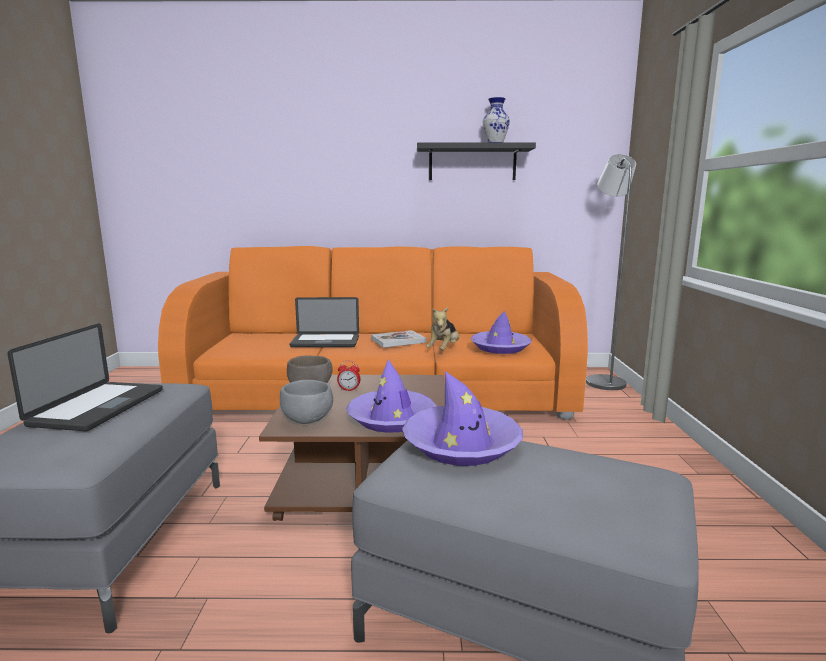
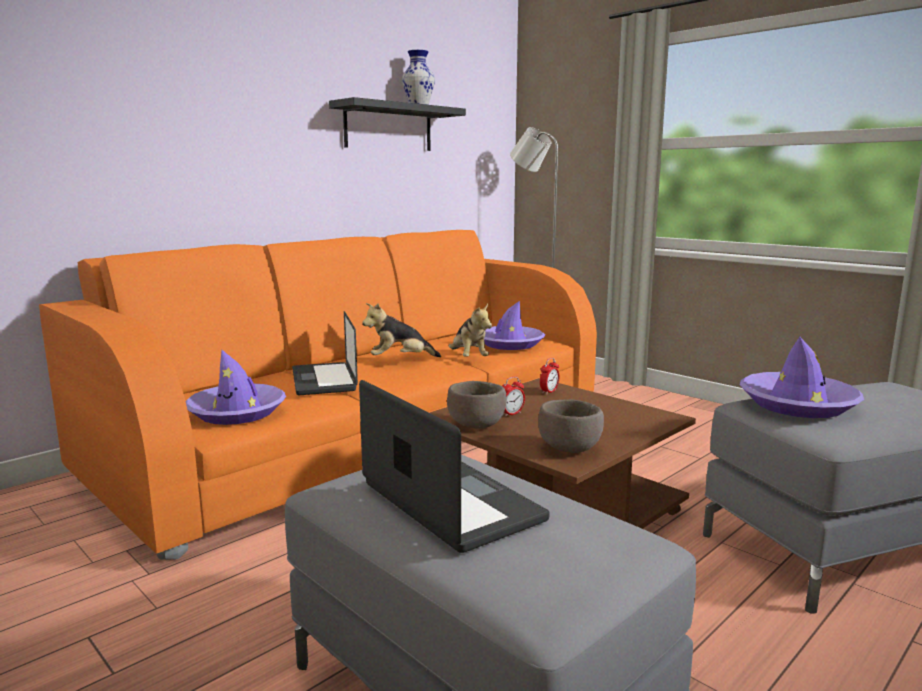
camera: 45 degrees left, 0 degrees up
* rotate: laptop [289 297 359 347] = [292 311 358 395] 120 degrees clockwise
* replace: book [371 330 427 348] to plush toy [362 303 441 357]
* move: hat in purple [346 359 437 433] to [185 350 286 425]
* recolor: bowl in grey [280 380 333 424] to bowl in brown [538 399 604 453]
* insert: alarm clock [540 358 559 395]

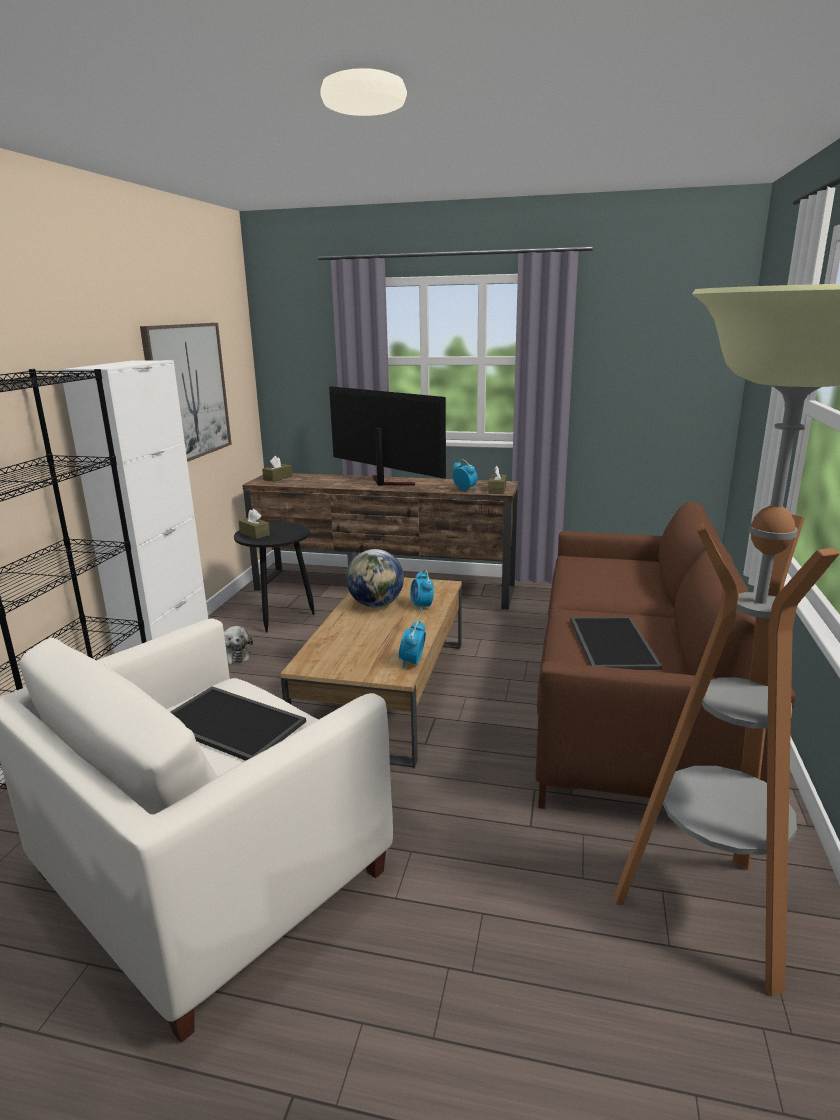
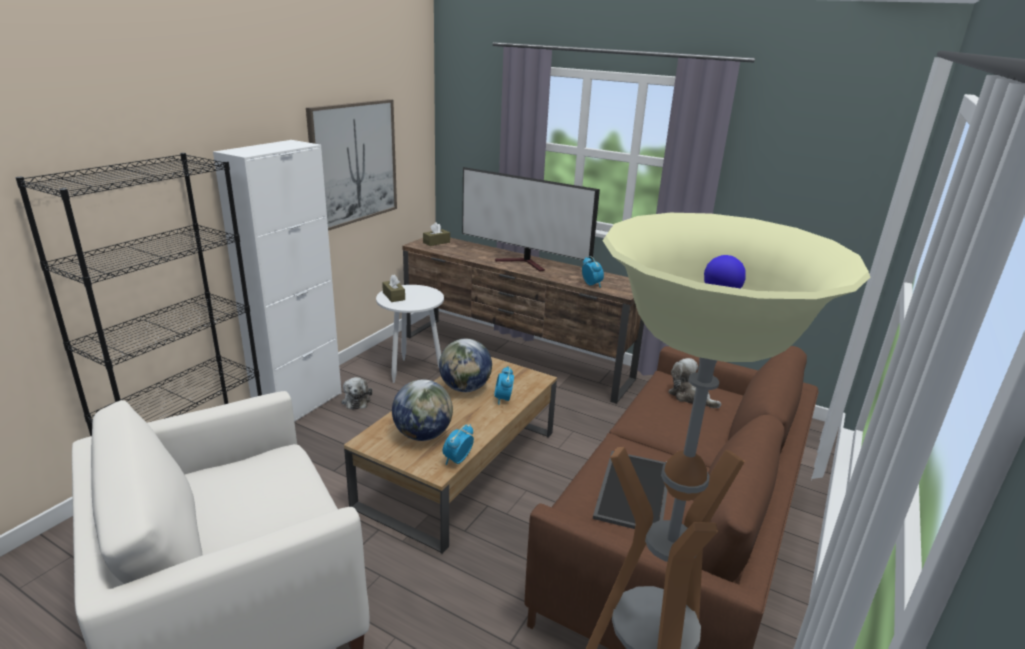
camera: 15 degrees right, 5 degrees up
* rotate: television [329 386 446 486] = [462 167 600 272] 150 degrees clockwise
* delete: tissue box in brown [488 466 507 494]
* recolor: side table in black [234 522 314 633] to side table in white [376 285 444 383]
* delete: tray [171 686 306 761]
* insert: plush toy [668 358 721 408]
* insert: globe [392 379 453 441]

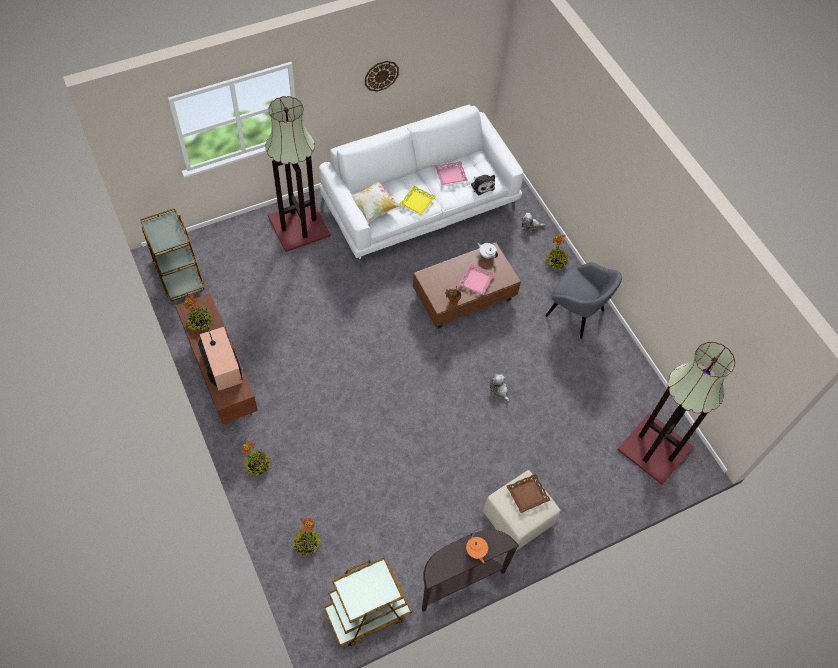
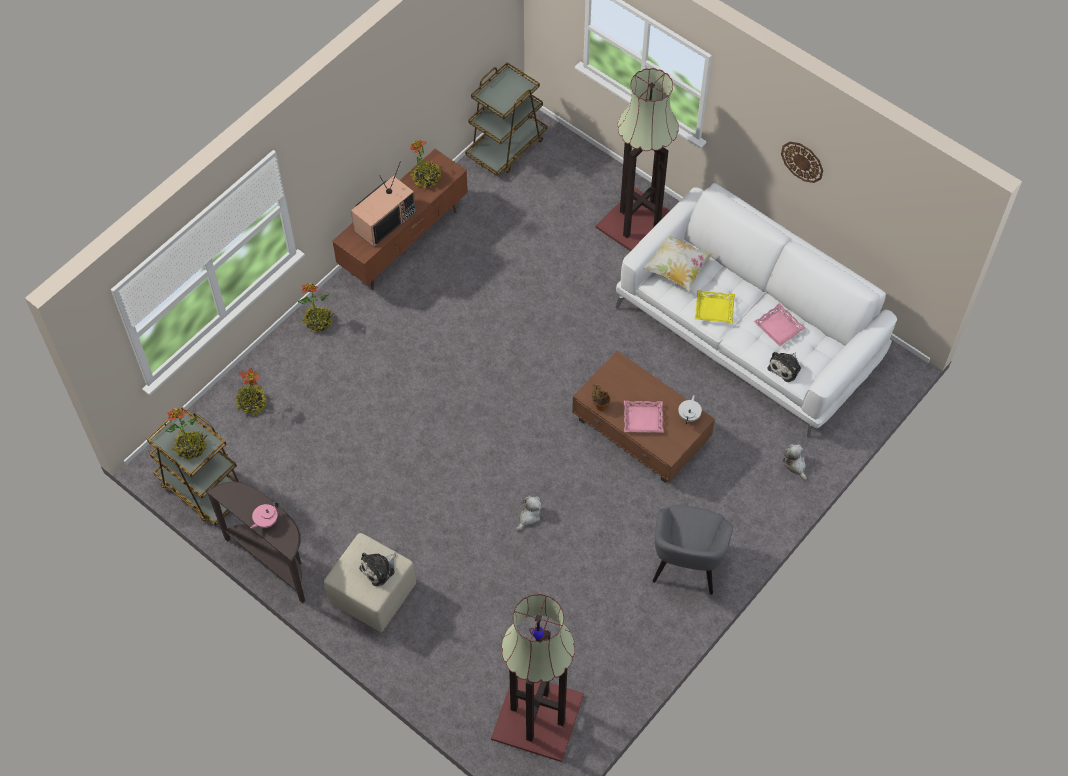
camera: 70 degrees right, 0 degrees up
* move: potted plant [545 234 569 269] to [165 408 207 461]
* replace: tray in brown [506 473 550 513] to plush toy [359 553 396 586]
* recolor: teapot in orange [466 533 488 563] to teapot in pink [250 502 278 528]

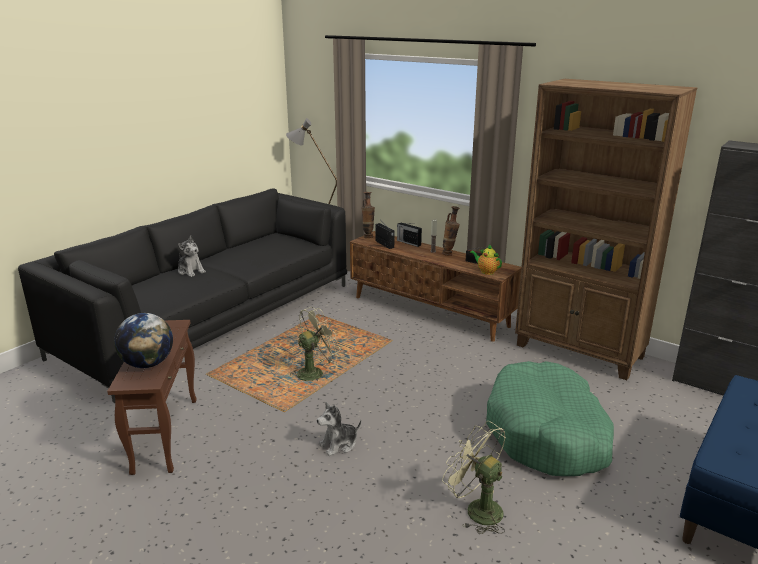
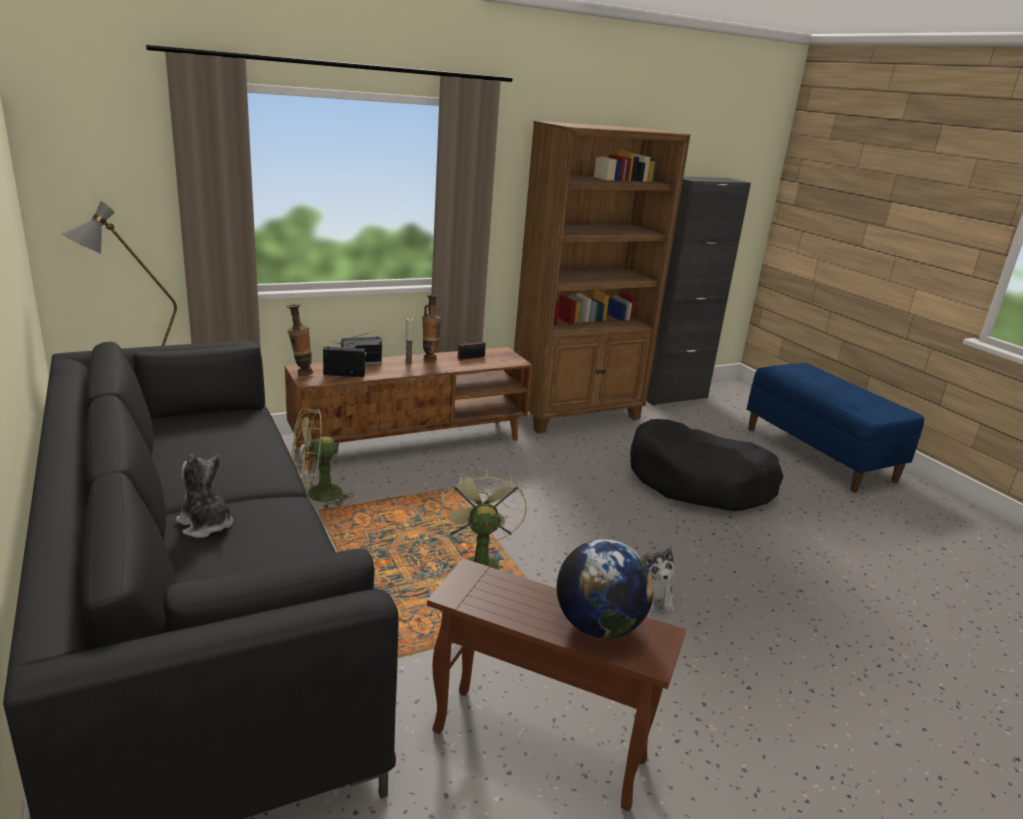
camera: 65 degrees left, 0 degrees up
* rotate: plush toy [178 236 206 277] = [176 454 233 538] 120 degrees counterclockwise
* delete: teapot [470 244 502 275]
* recolor: dog bed in green [486 361 614 476] to dog bed in black [630 419 783 511]
* move: fan in green [442 421 506 534] to [291 409 354 509]

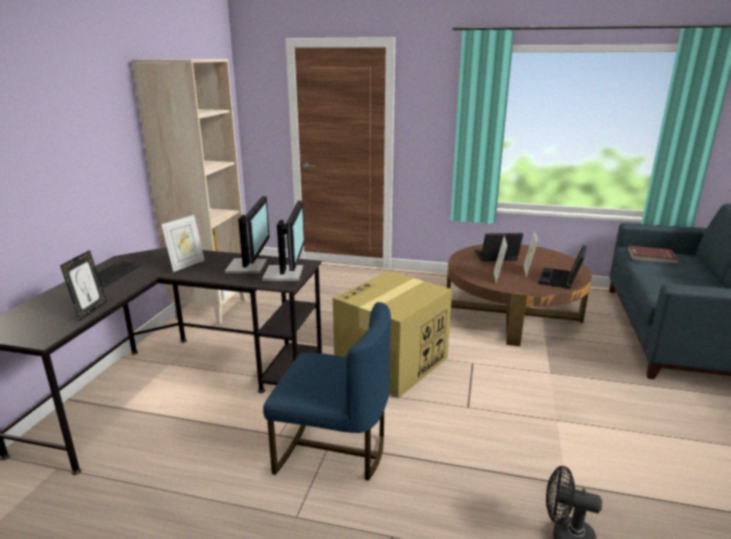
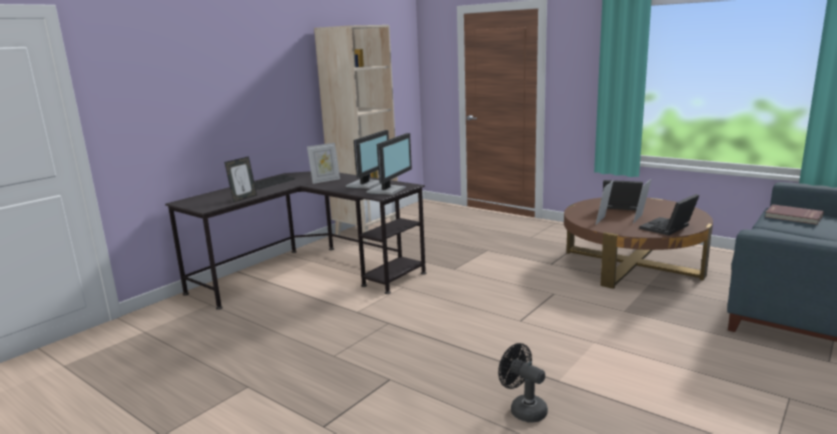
camera: 25 degrees right, 5 degrees down
* delete: cardboard box [333 271 452 398]
* delete: chair in blue [263 302 391 481]

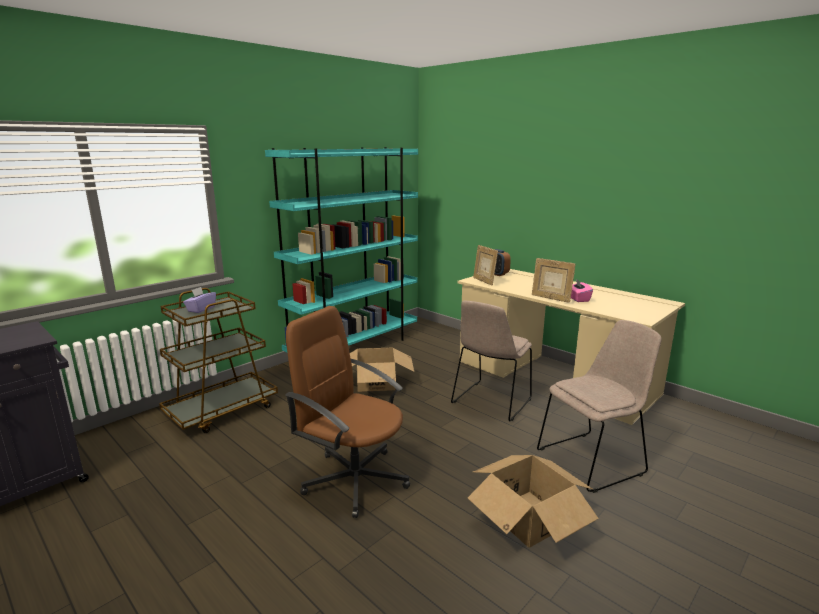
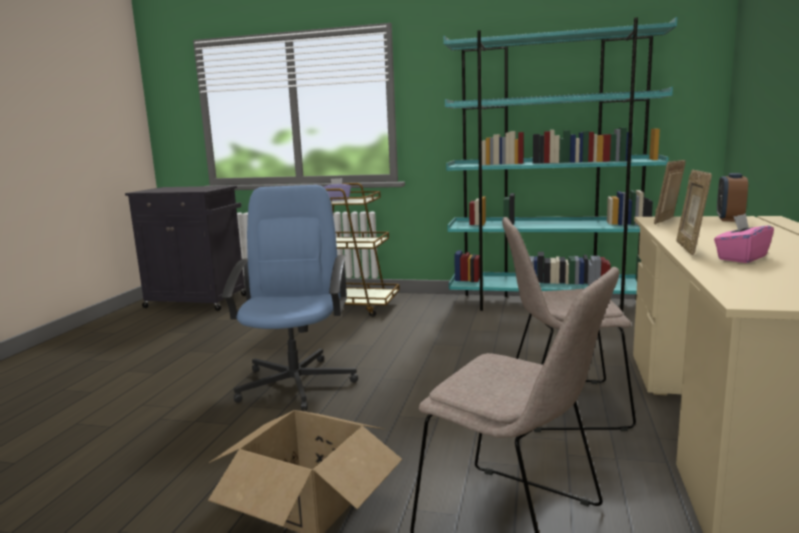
camera: 60 degrees right, 5 degrees down
* recolor: office chair in brown [285 306 410 518] to office chair in blue [222 185 358 411]
* delete: cardboard box [350 348 414 392]

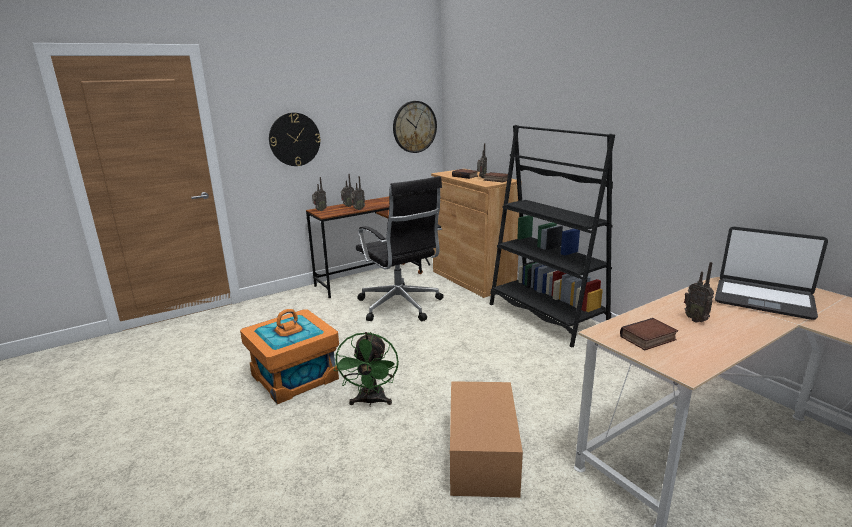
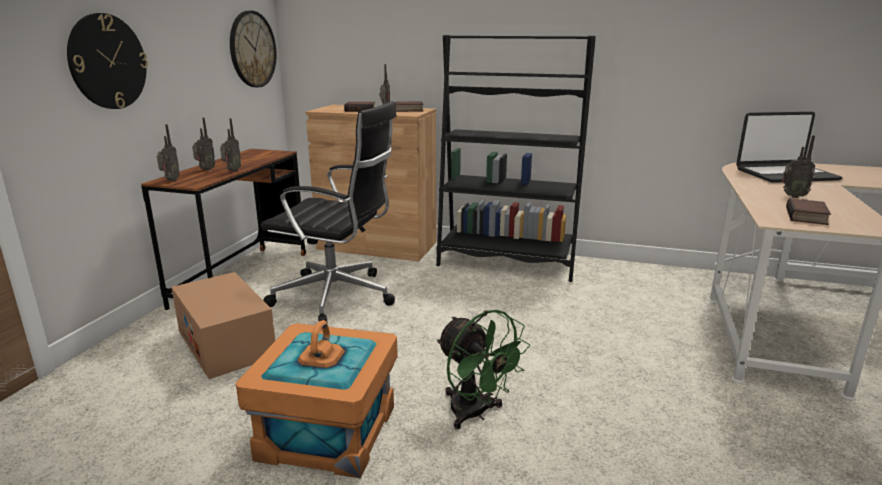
camera: 40 degrees left, 0 degrees up
* move: cardboard box [450 381 523 498] to [171 272 275 379]

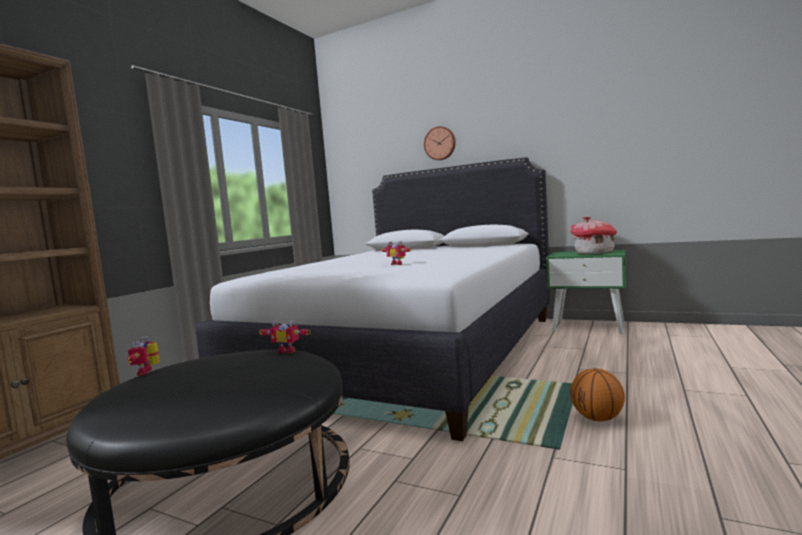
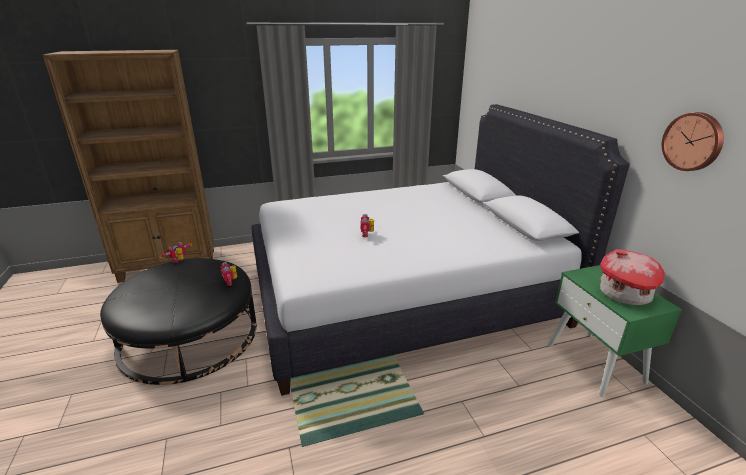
camera: 45 degrees right, 20 degrees up
* move: wall clock [424 126 456 160] to [662 112 724 171]
* delete: basketball [570 368 625 422]

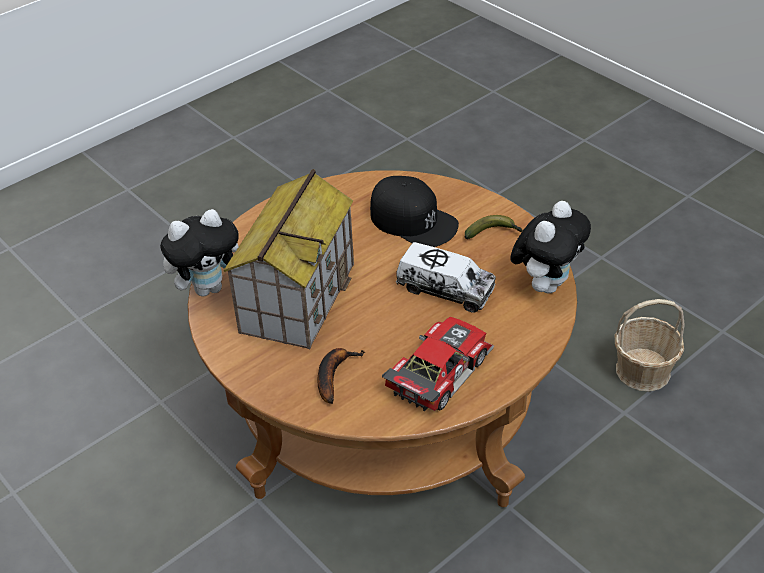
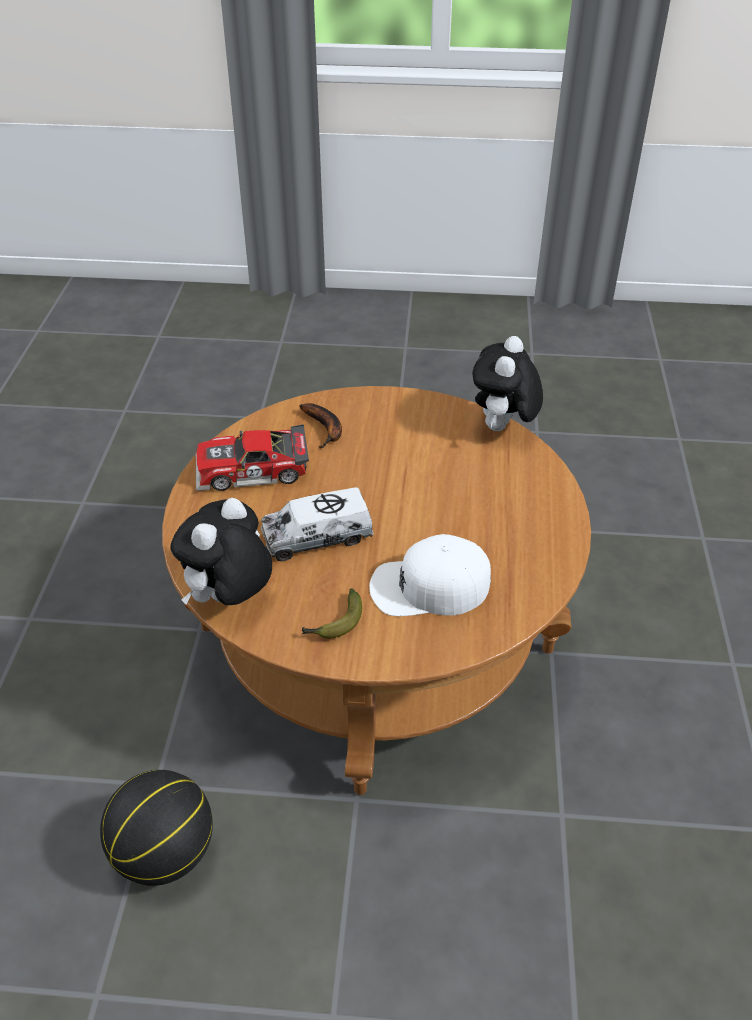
camera: 135 degrees right, 0 degrees up
* delete: toy house [224 169 354 349]
* recolor: cap in black [370 176 459 247] to cap in white [369 534 491 616]
* rotate: plush toy [510 201 591 293] = [170 498 272 605] 45 degrees clockwise
* replace: basket [615 299 685 391] to basketball [100 770 213 886]
* rotate: toy car [382 317 494 411] = [196 424 309 491] 90 degrees clockwise

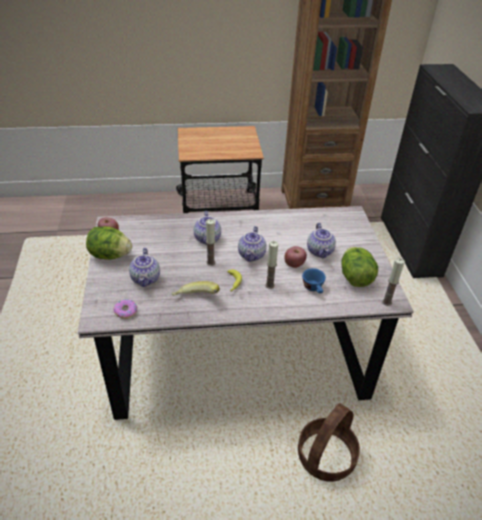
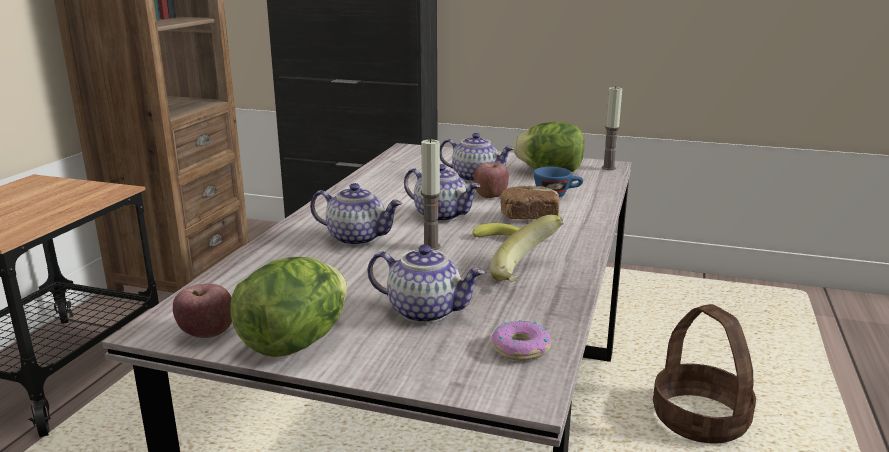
camera: 65 degrees left, 20 degrees down
* replace: candle [265 241 278 289] to bread [501 185 559 219]

